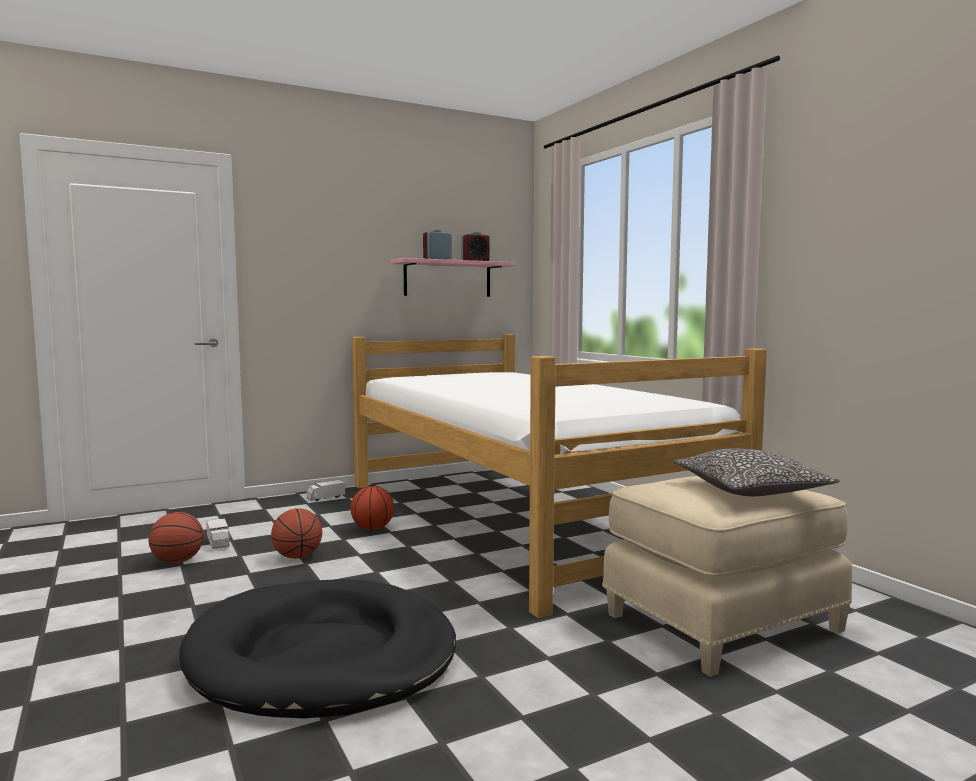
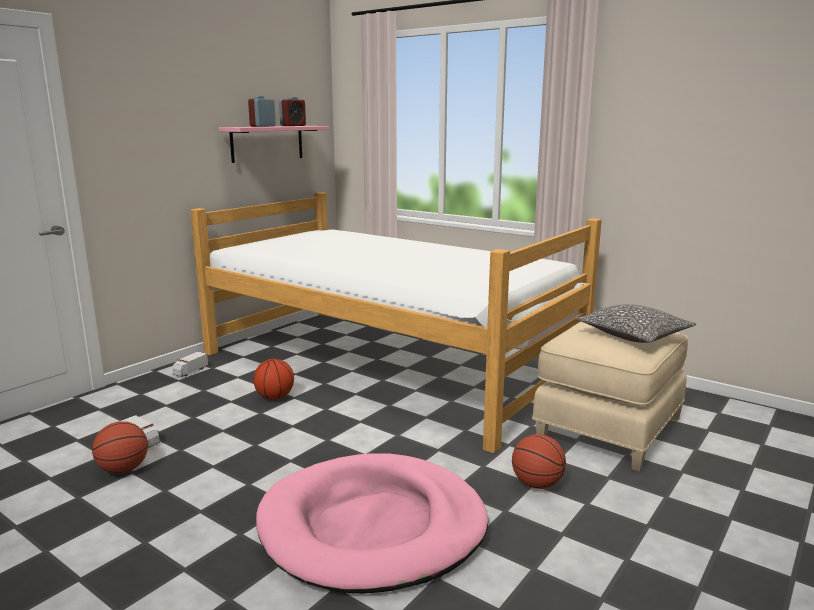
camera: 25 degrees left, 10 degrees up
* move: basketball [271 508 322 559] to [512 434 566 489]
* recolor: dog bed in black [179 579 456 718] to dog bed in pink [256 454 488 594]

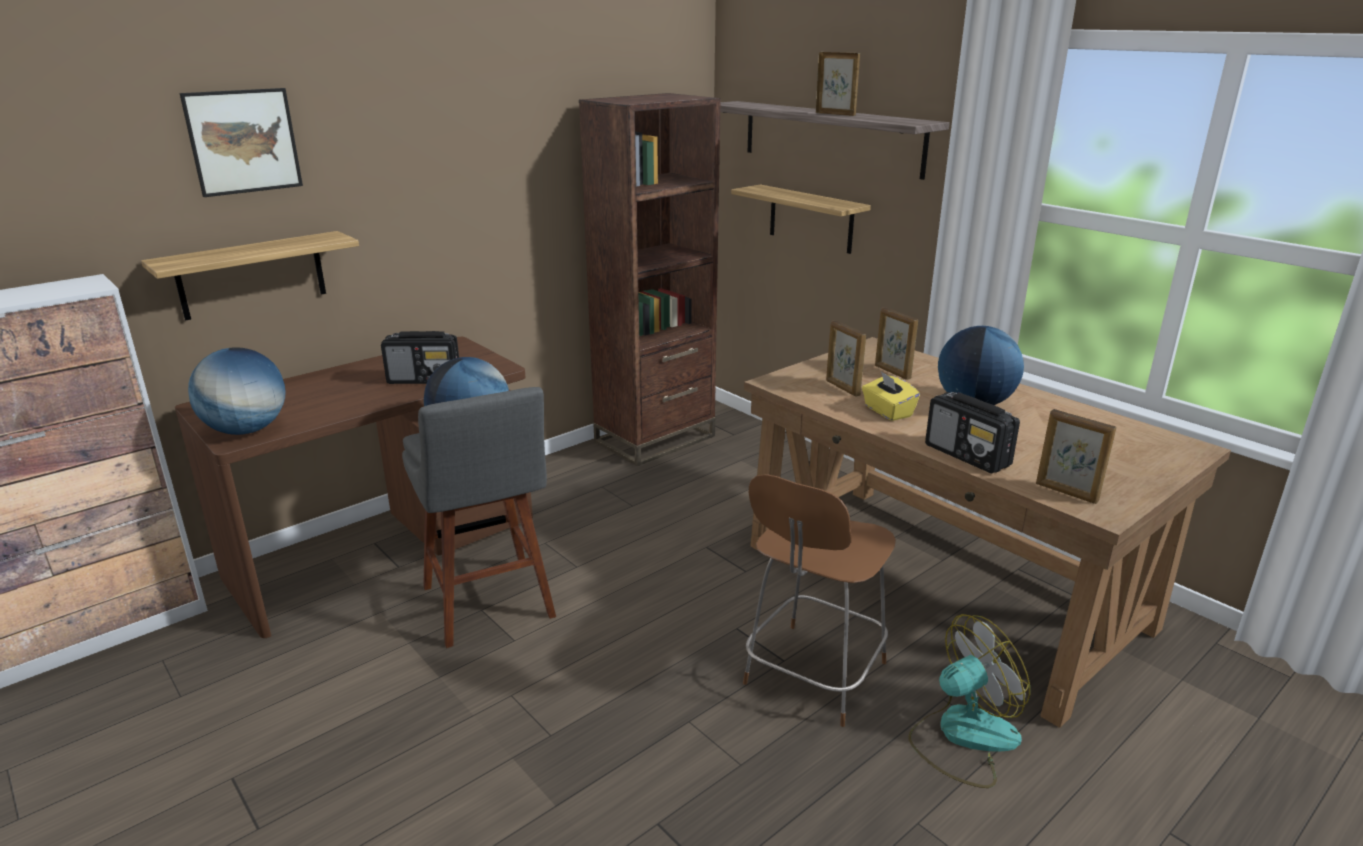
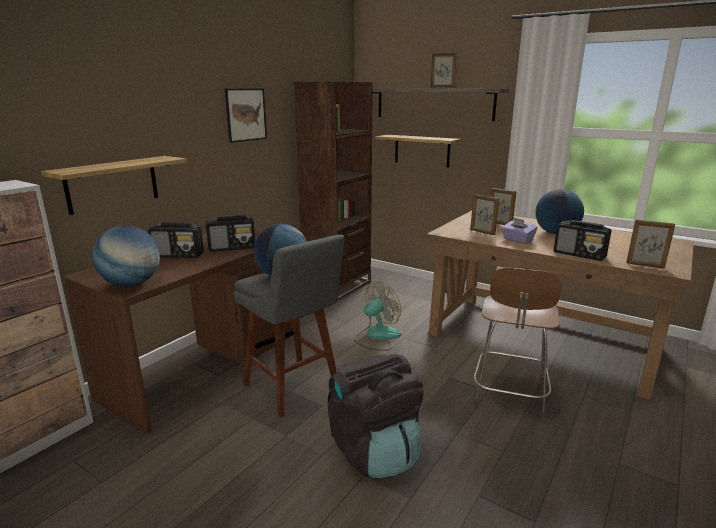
camera: 15 degrees left, 5 degrees down
* move: picture [179 88 303 197] to [225 89 267 143]
* recolor: tissue box in yellow [862 371 920 421] to tissue box in purple [502 217 537 244]
* move: fan [908 614 1030 788] to [354 281 401 351]
* insert: radio [148 222 204 258]
* insert: backpack in black [328 354 423 478]

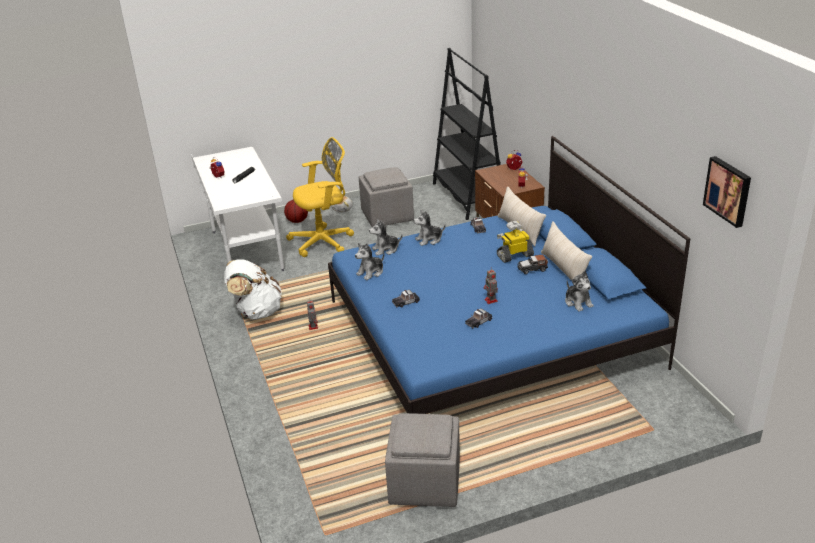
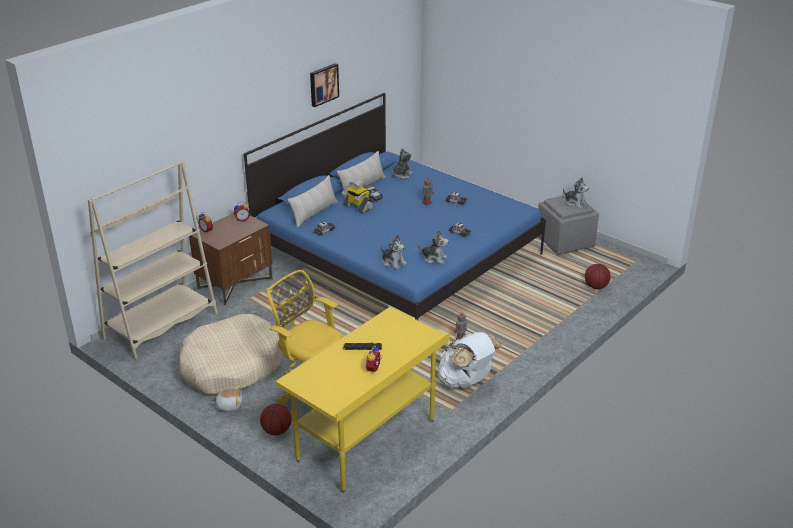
camera: 120 degrees left, 0 degrees up
* recolor: bookcase in black [433 48 501 220] to bookcase in beige [88 161 217 359]
* recolor: desk in white [191 147 284 271] to desk in yellow [275 307 450 493]
* move: picture [703 156 751 228] to [310 63 339 107]
* replace: ottoman in grey [359 167 414 228] to dog bed in beige [179 314 283 394]
* move: plush toy [413 210 446 246] to [563 177 589 209]
* insert: basketball [585 264 611 289]

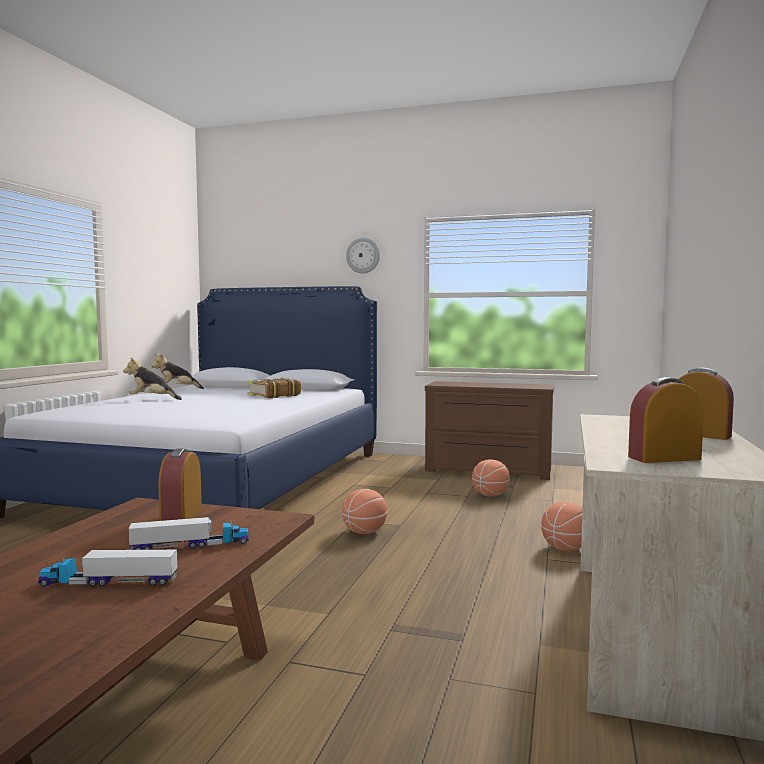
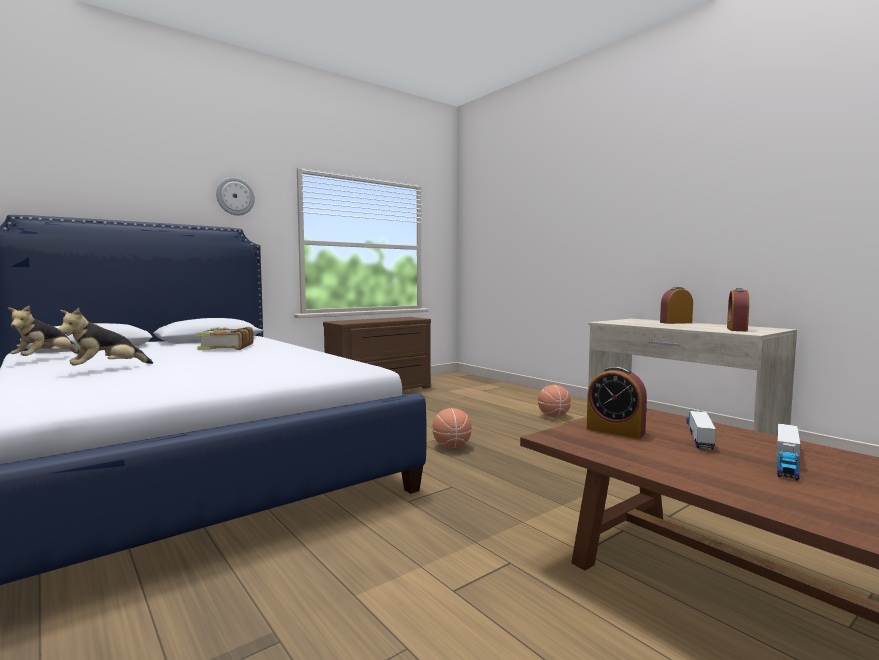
camera: 55 degrees left, 0 degrees up
* delete: basketball [472 459 510 497]

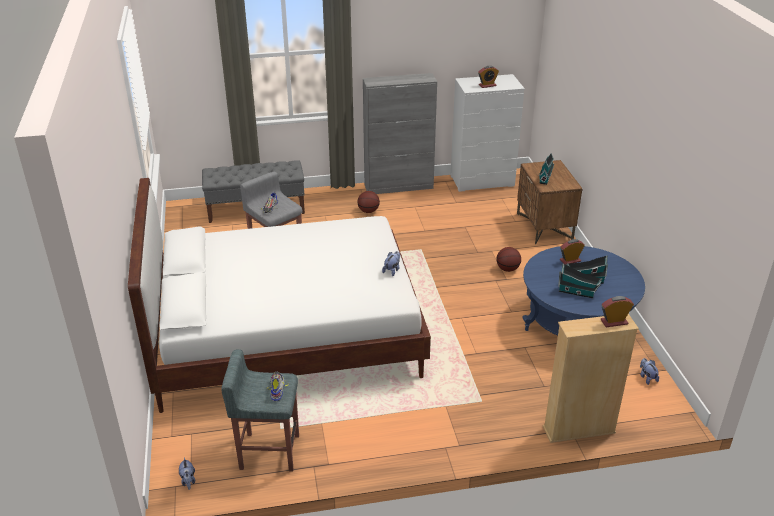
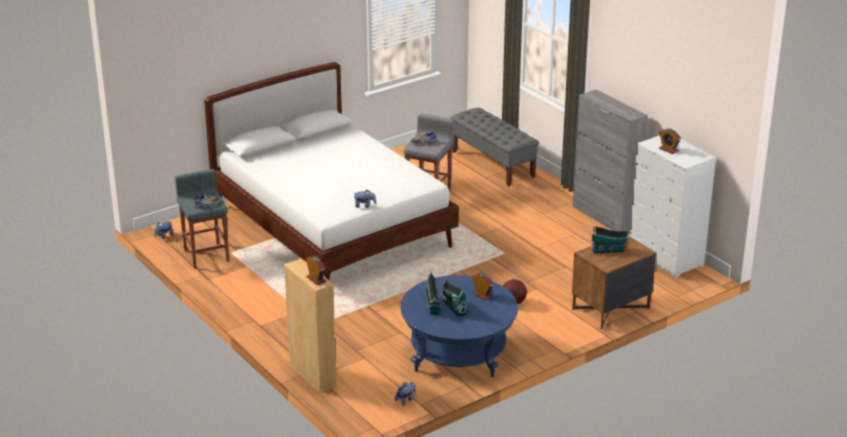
camera: 65 degrees right, 5 degrees down
* delete: basketball [357 191 380 213]

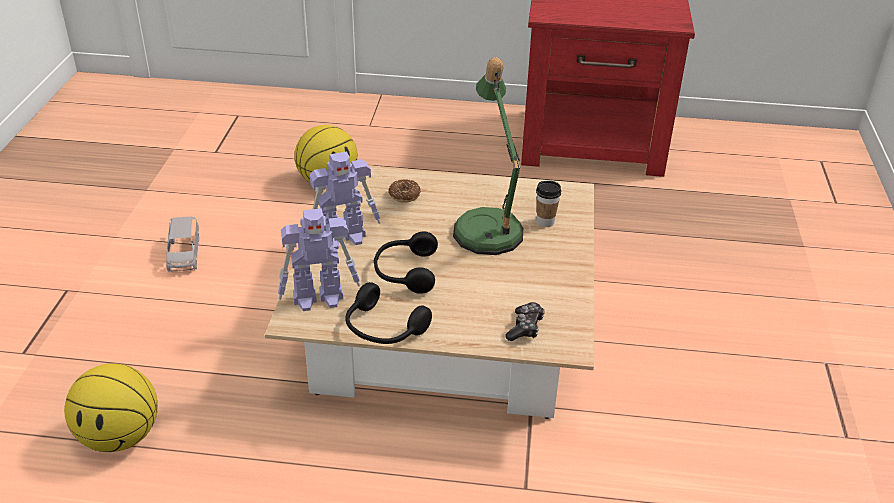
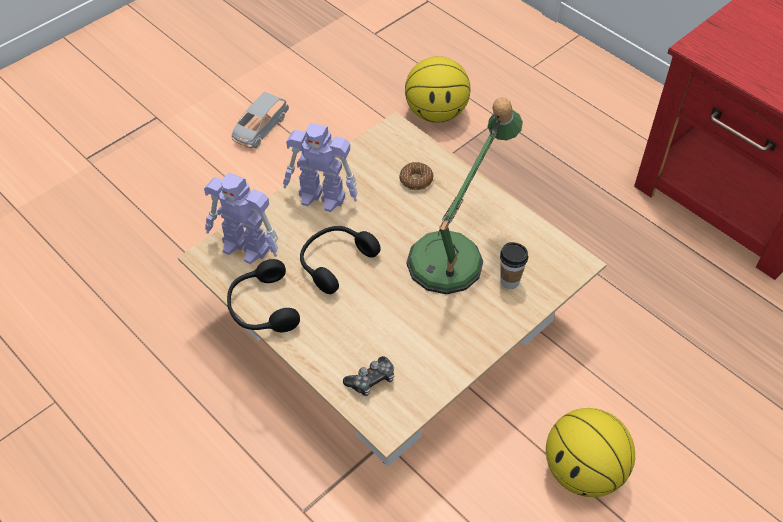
camera: 40 degrees right, 15 degrees up
* move: basketball [64 363 158 452] to [546 408 635 497]

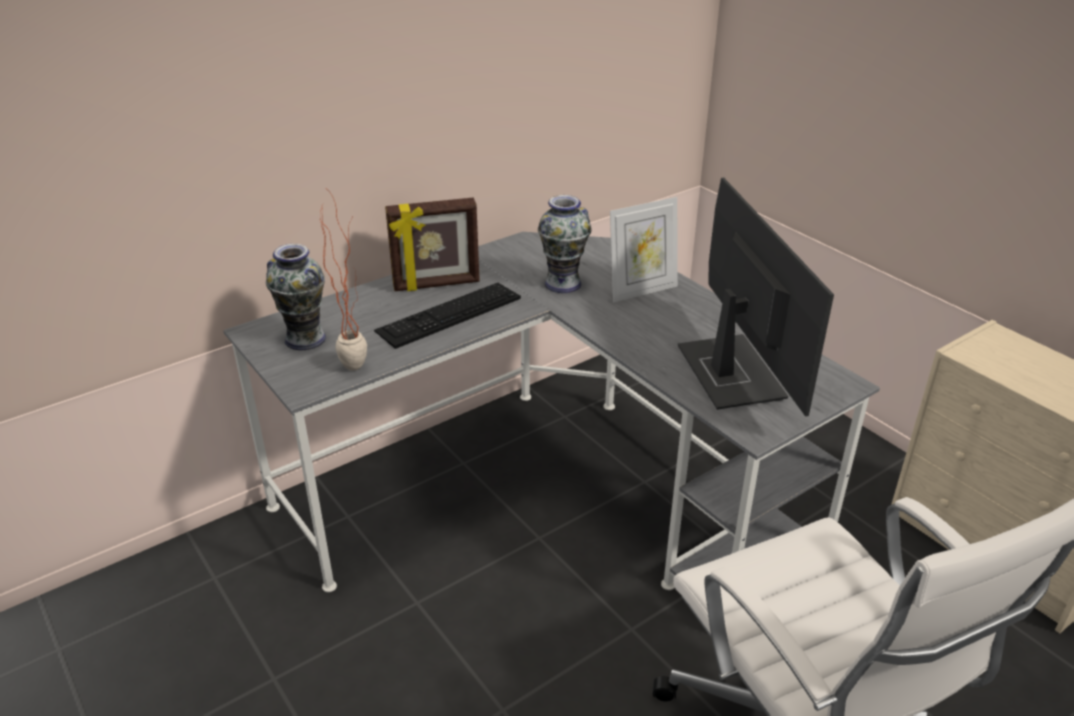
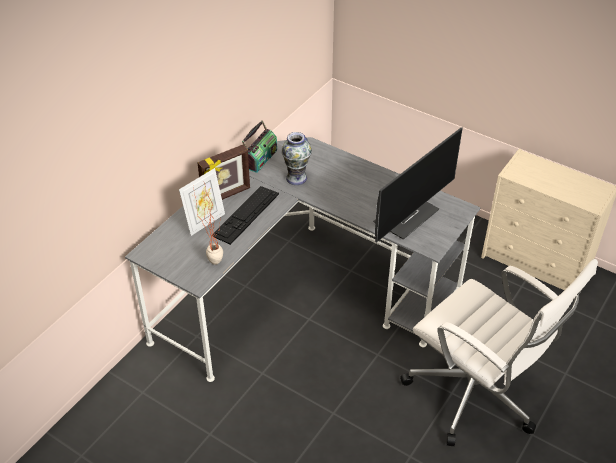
camera: 20 degrees left, 10 degrees up
* rotate: monitor [678 178 834 417] = [373 127 463 243] 75 degrees clockwise
* move: picture frame [610 197 678 302] to [179 168 225 236]
* delete: vase [266 244 326 350]
* insert: radio [242 120 277 173]

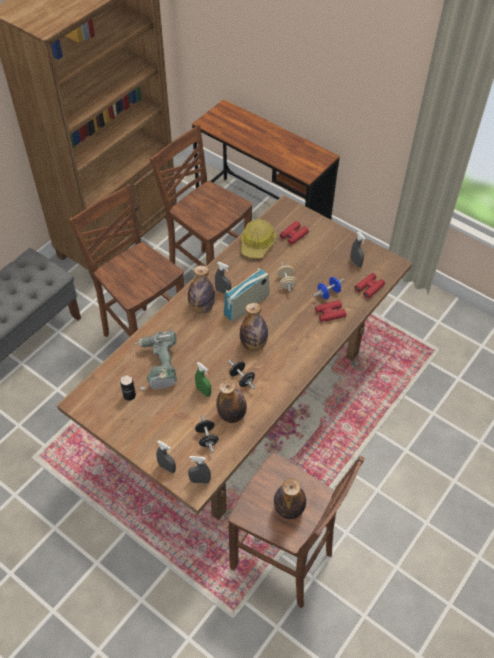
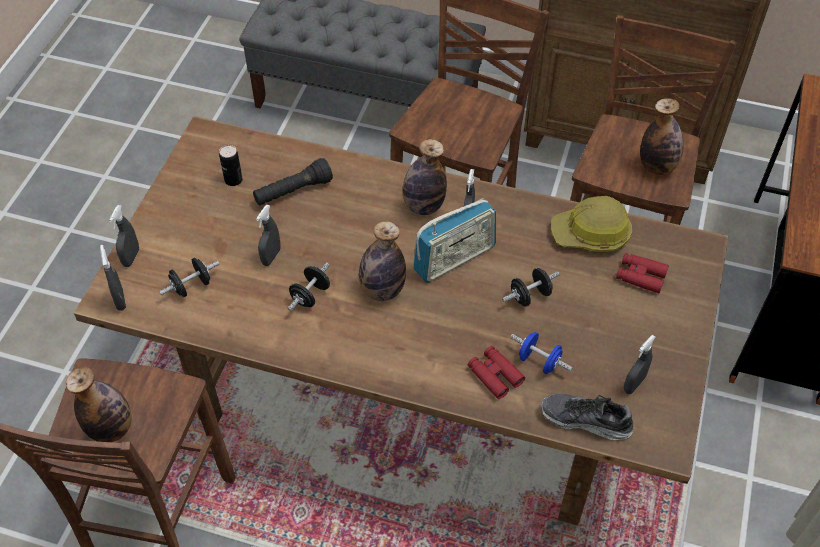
camera: 70 degrees right, 0 degrees up
* recolor: dumbbell in beige [277 263 297 292] to dumbbell in black [502 268 560 307]
* rotate: radio [224 268 270 322] = [413 198 496 283] 120 degrees clockwise
* replace: binoculars in red [354 273 385 299] to shoe [541 394 634 440]
* replace: power drill [132 330 177 390] to flashlight in black [253 158 333 206]
* recolor: spray bottle in green [195 362 211 397] to spray bottle in grey [256 205 280 266]
* move: bottle [216 378 247 423] to [640 98 684 175]

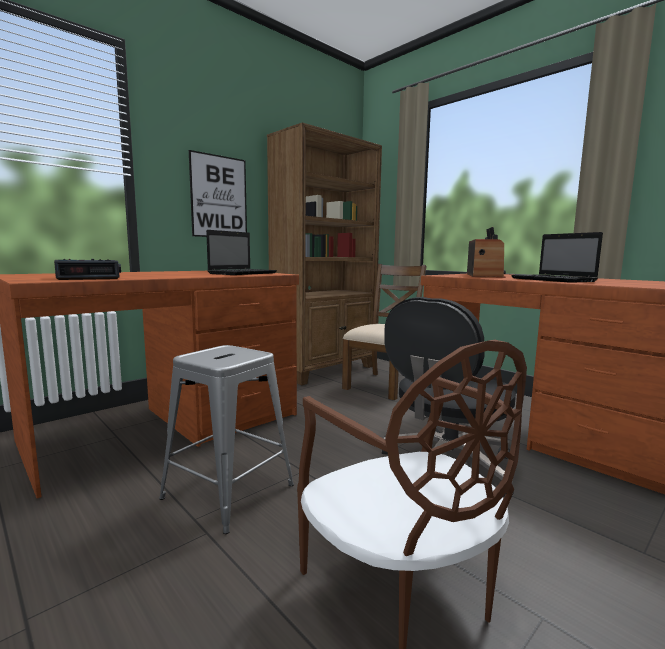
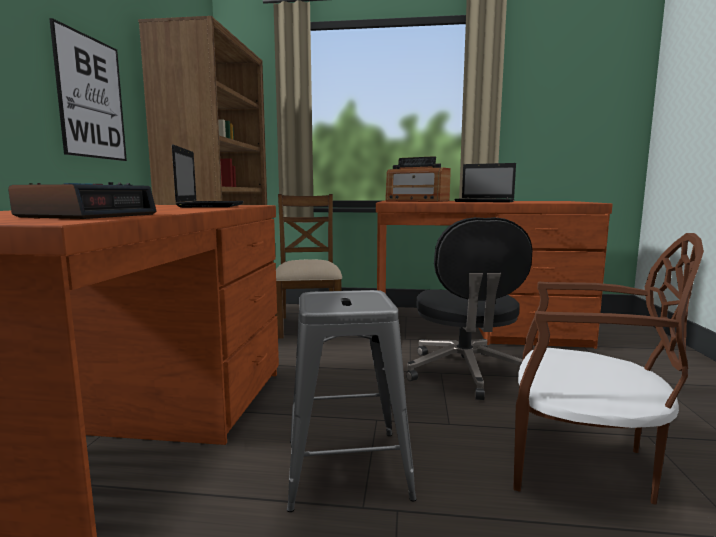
camera: 40 degrees left, 0 degrees up
* rotate: radio [467 227 506 278] = [385 156 451 202] 150 degrees clockwise

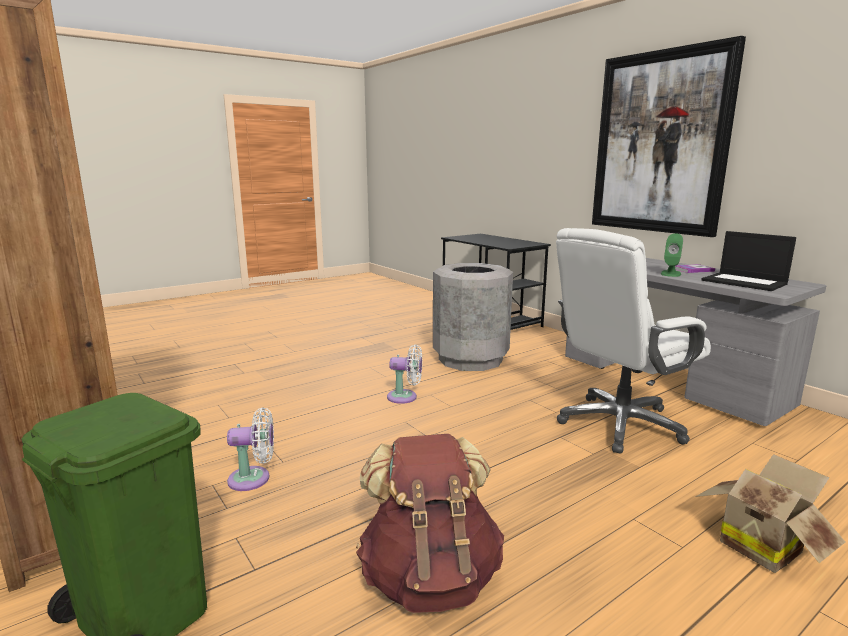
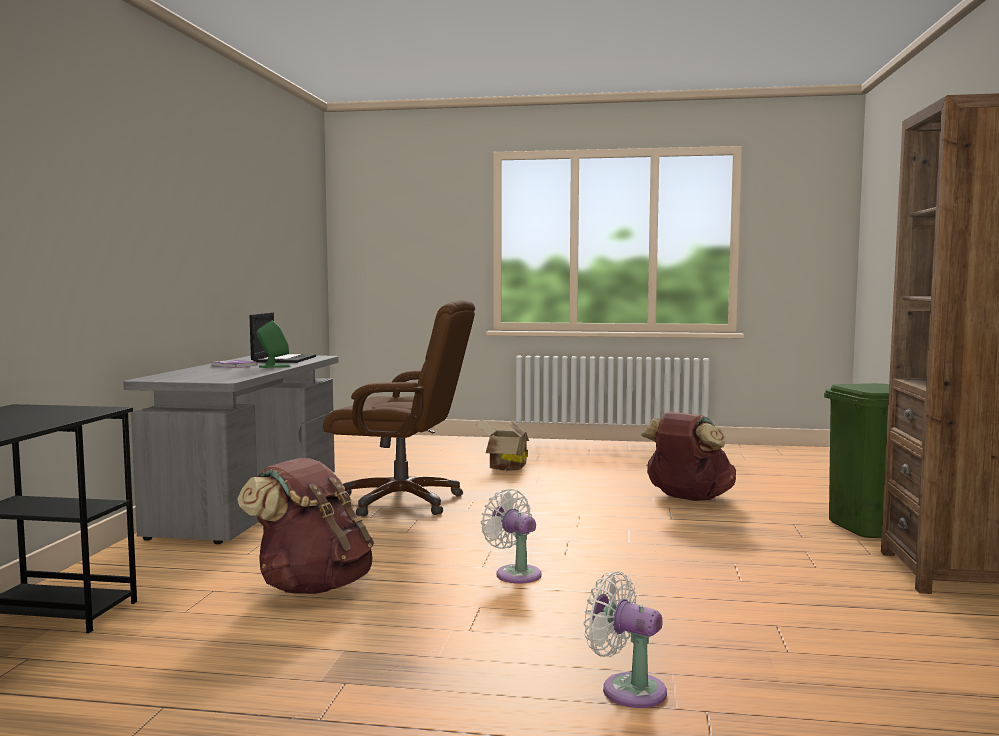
camera: 135 degrees left, 10 degrees down
* delete: picture [592 36 746 237]
* recolor: office chair in white [556 228 711 454] to office chair in brown [323 300 475 517]
* replace: trash can in grey [433 263 513 371] to backpack in brown [237 458 374 594]
* move: fan in white [227 407 274 491] to [584 571 667 708]

